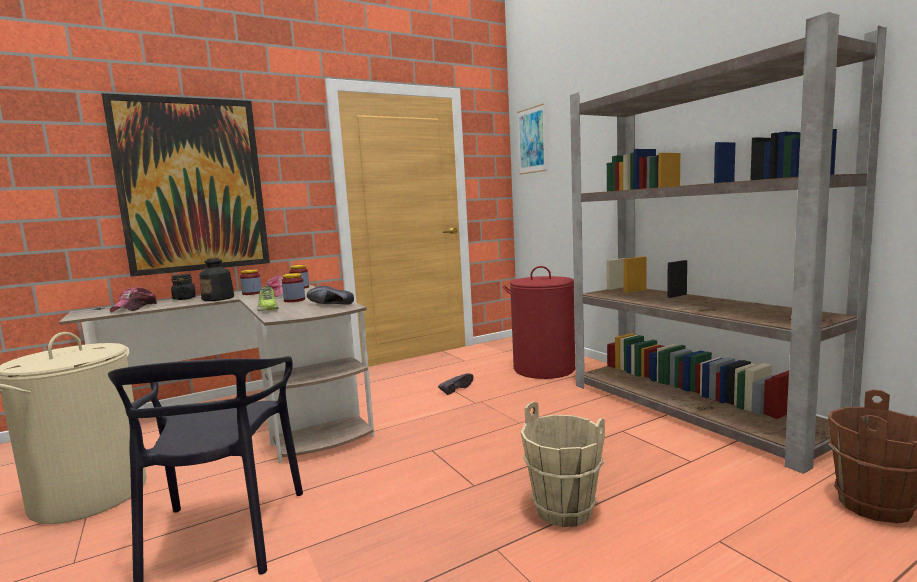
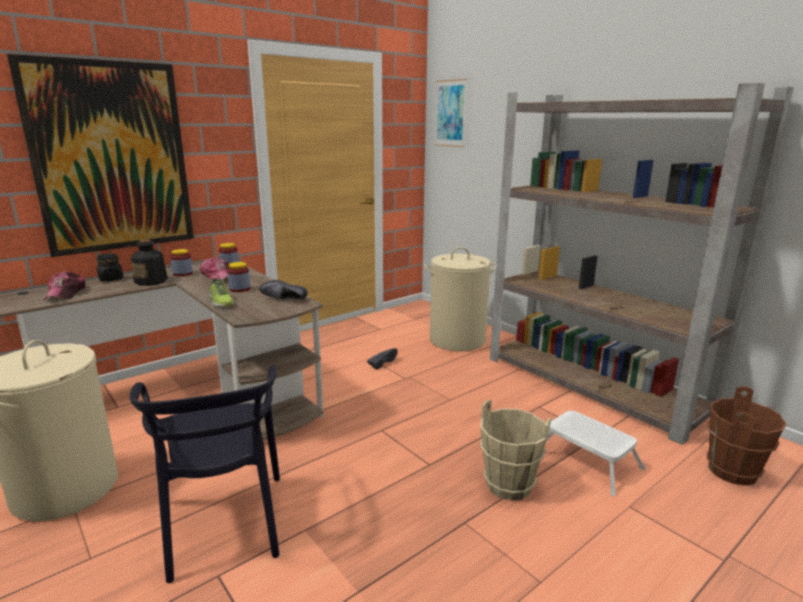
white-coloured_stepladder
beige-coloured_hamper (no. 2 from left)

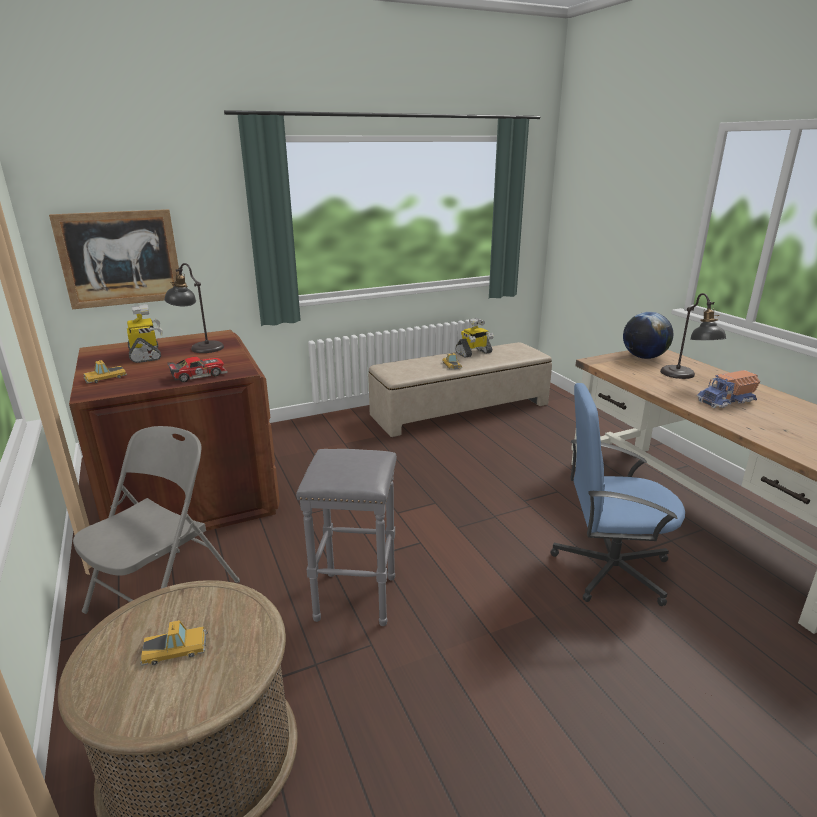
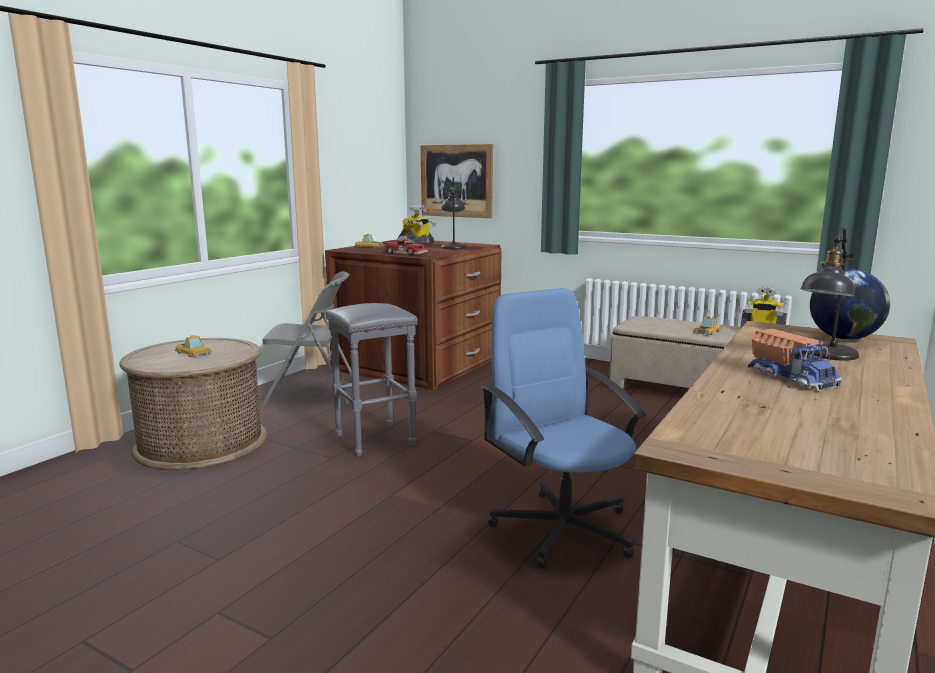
toy_truck

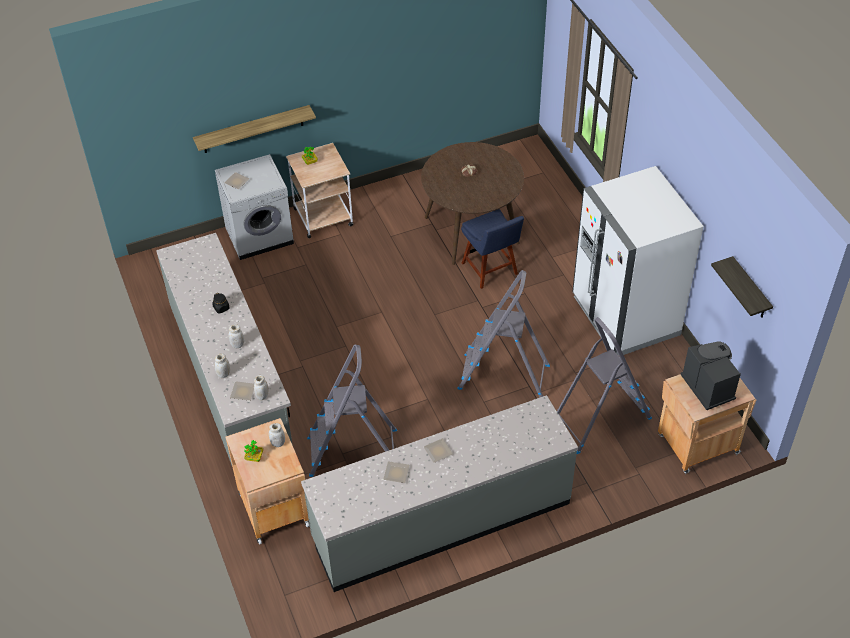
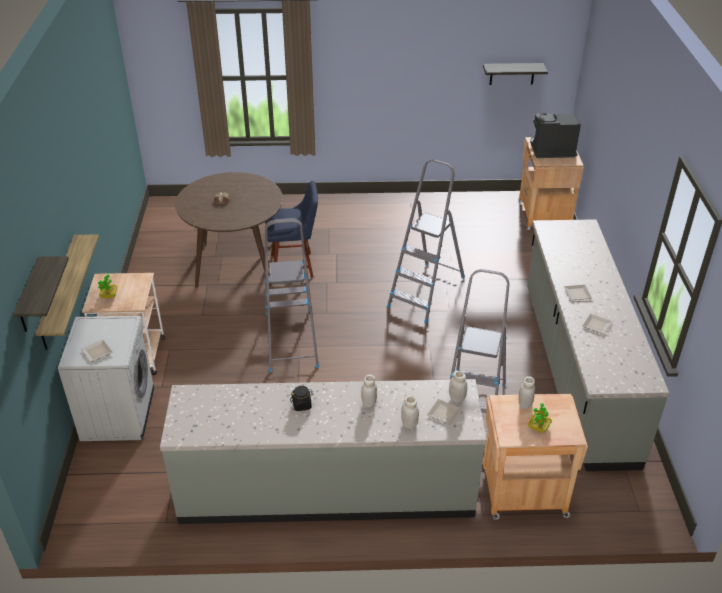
white-coloured_kitchen_fridge
bracket_shelf (no. 1 from left)
grey_stepladder (no. 1 from left)

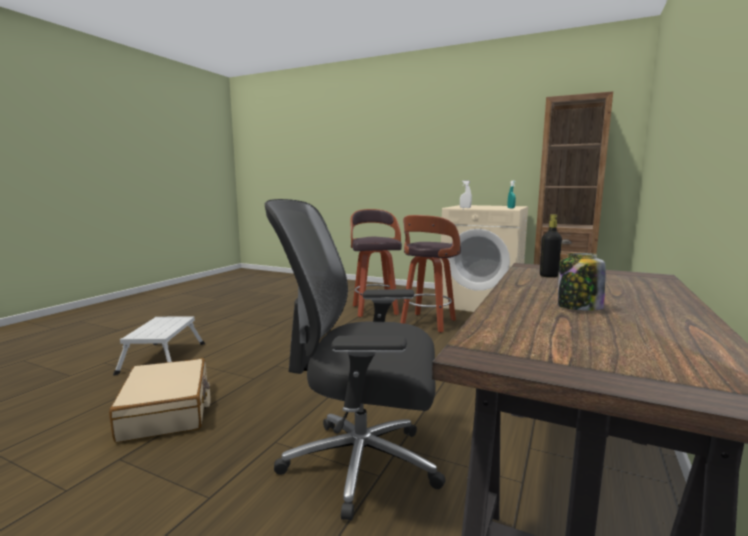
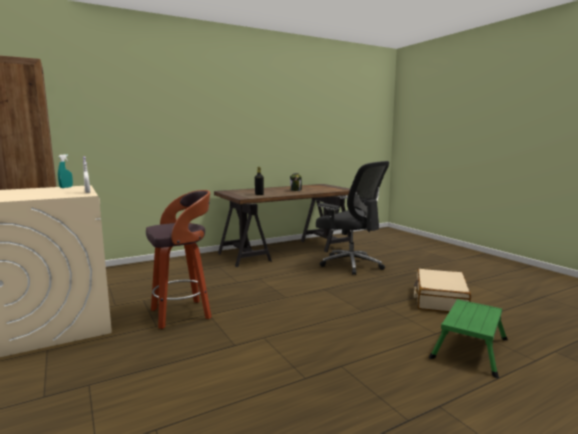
stool (no. 1 from left in the first image)
green_stepladder

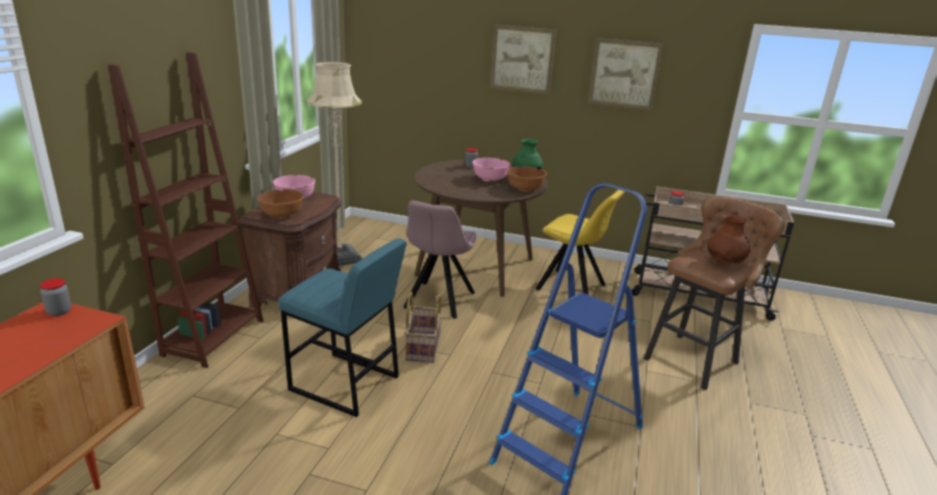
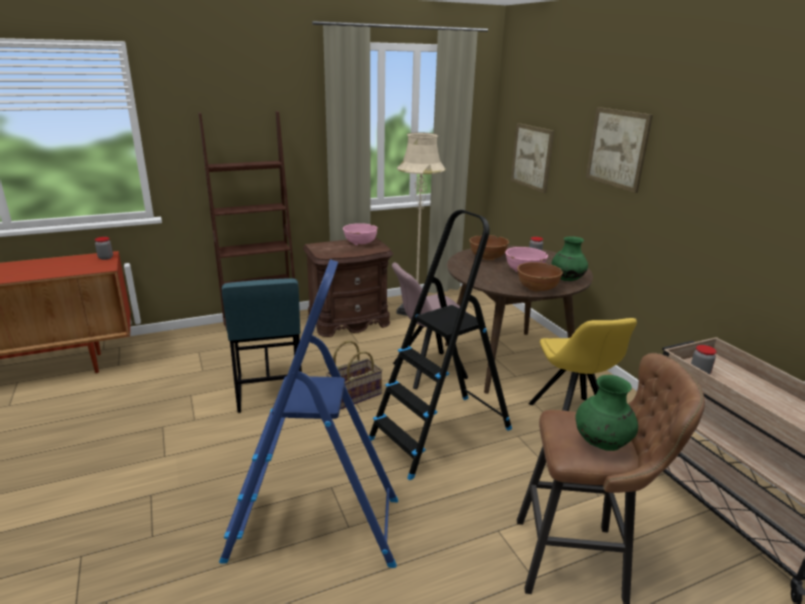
blackish_stepladder
brownish_bowl (no. 1 from left)
wall_picture (no. 1 from left)
green_decorative_vase (no. 2 from left)

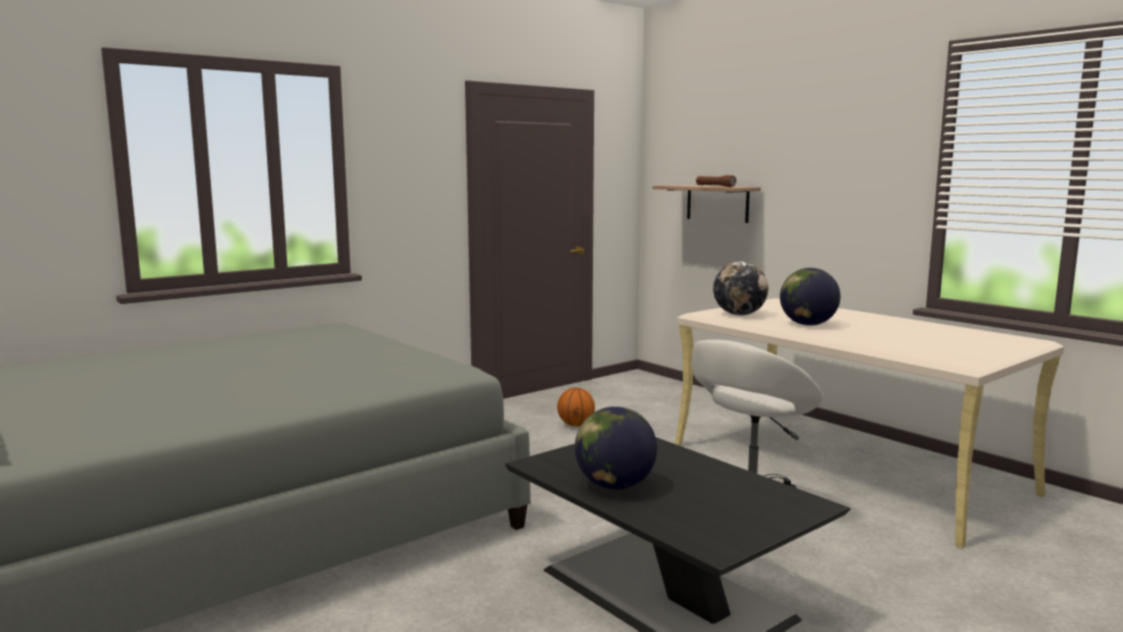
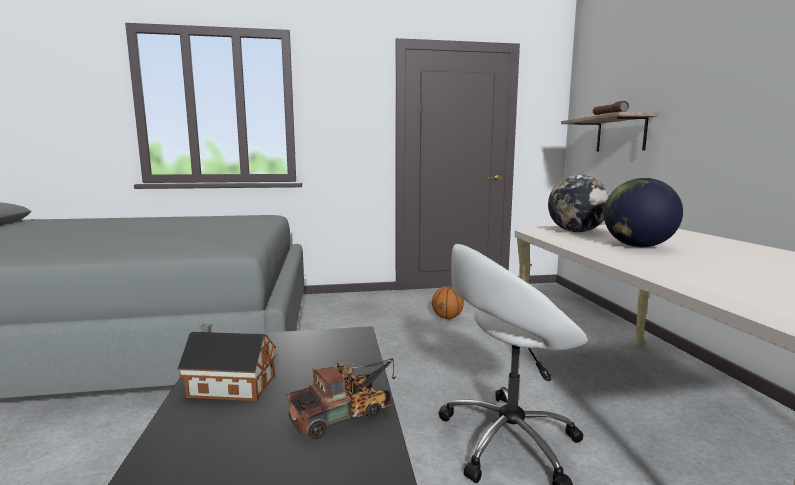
toy_truck
miniature_house

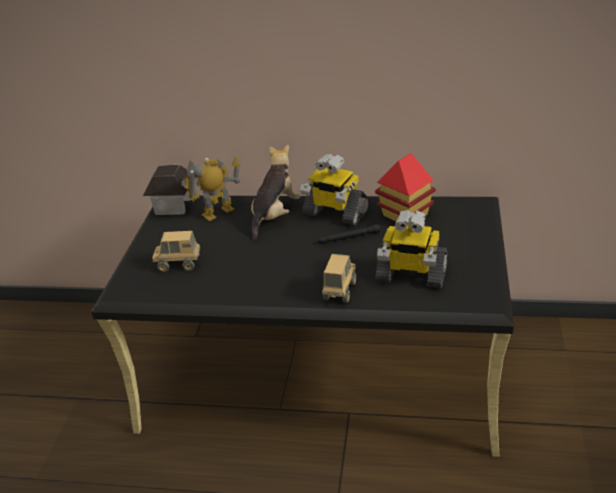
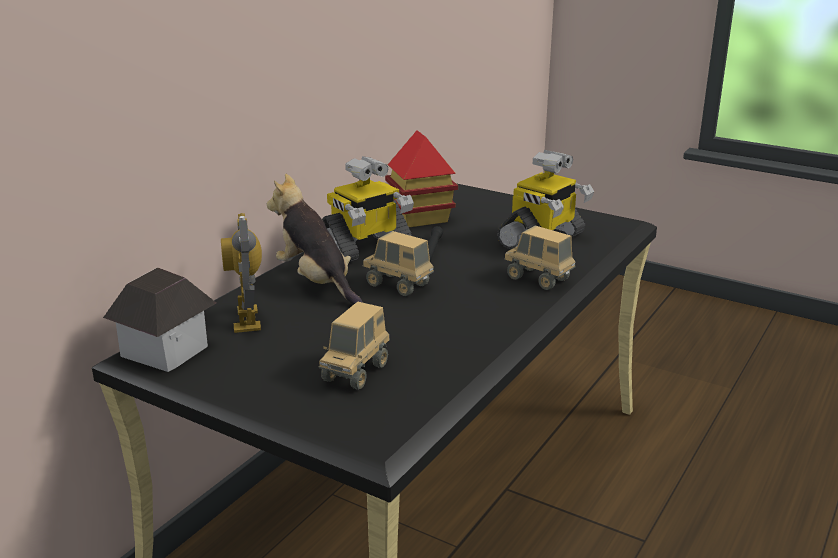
toy_truck (no. 2 from left)

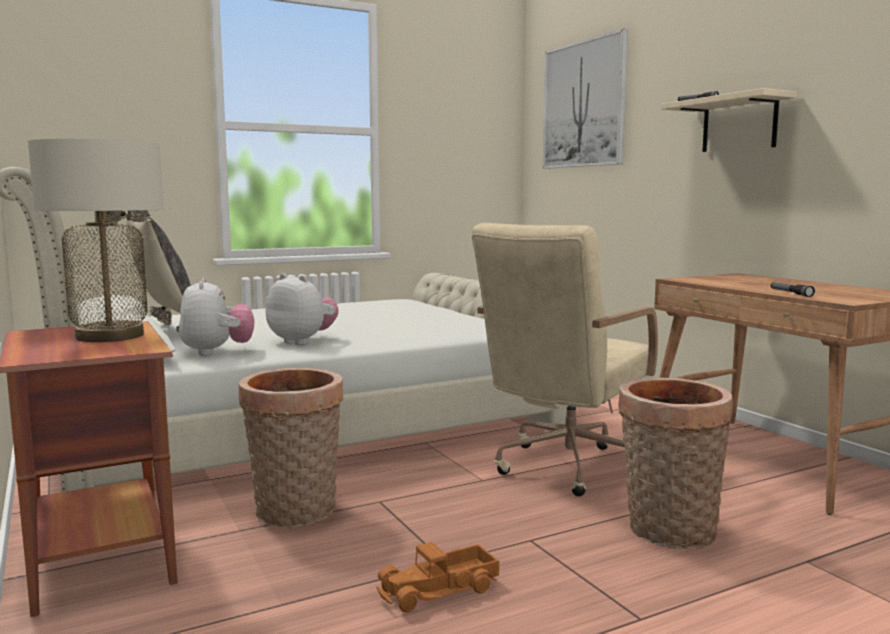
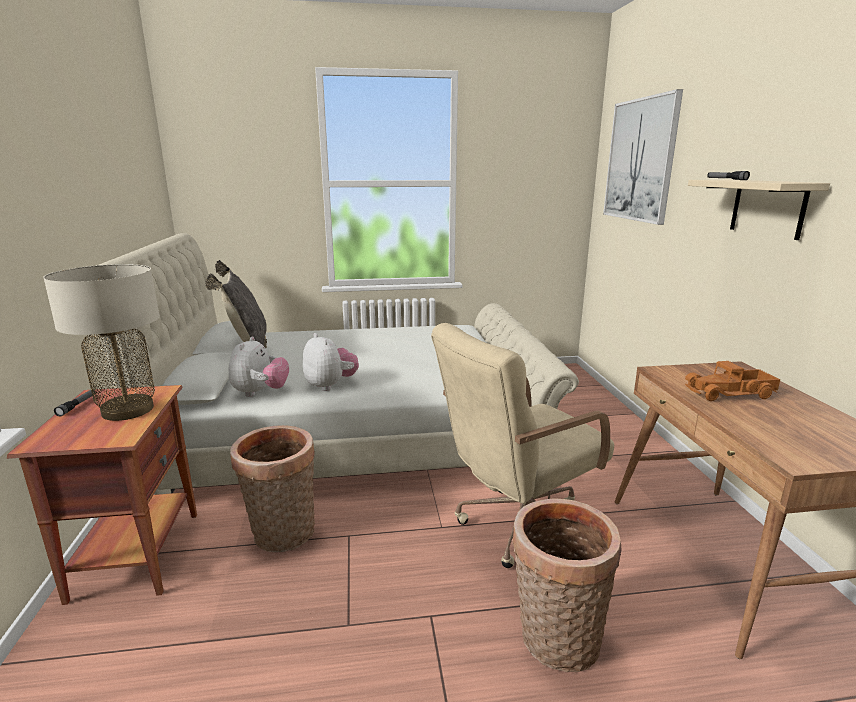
toy_truck
flashlight (no. 1 from left)

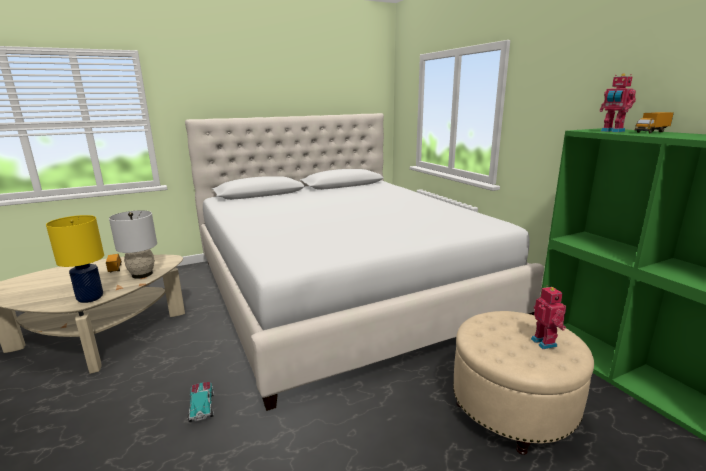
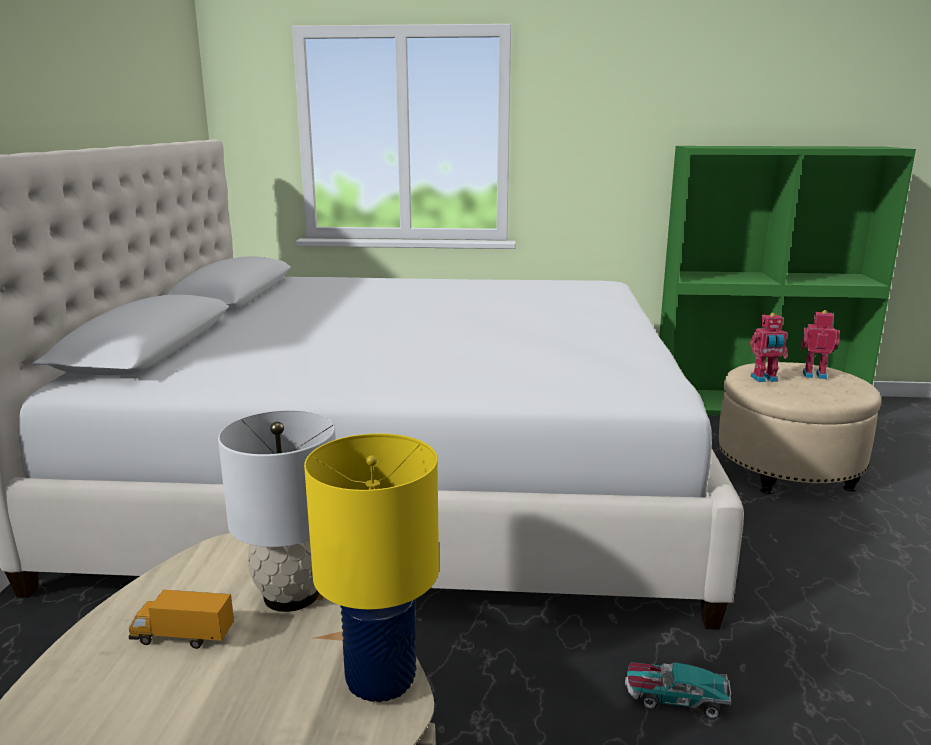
toy_truck (no. 2 from left in the first image)
toy_robot (no. 1 from left)

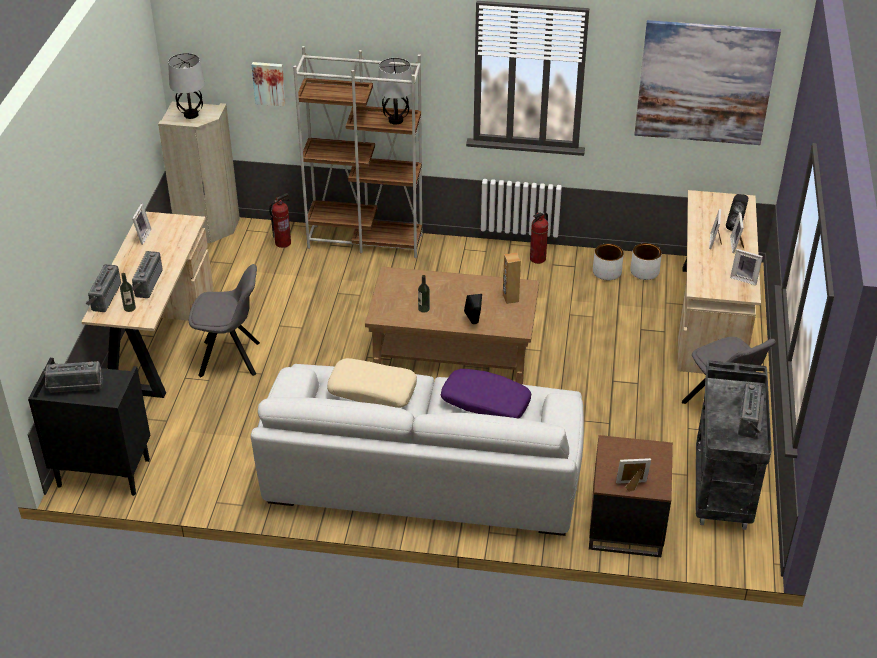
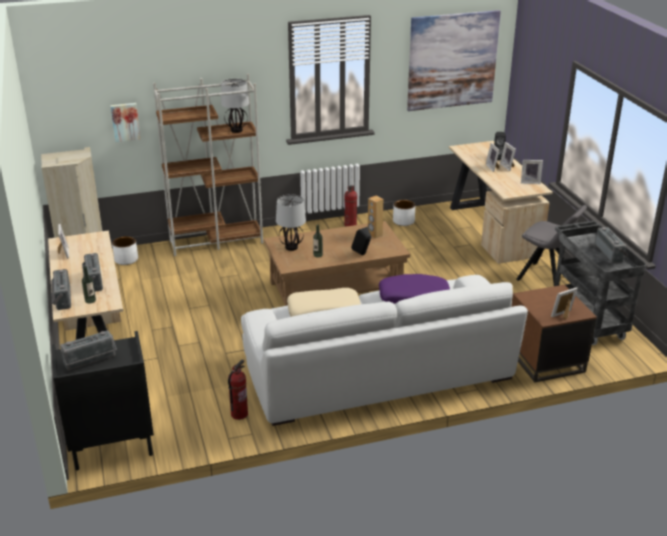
grey_plain_chair (no. 1 from left in the first image)
lamp_for_a_table (no. 2 from left)
fire-fighting_cylinder (no. 1 from left)
white-coloured_flower_pot (no. 1 from left)

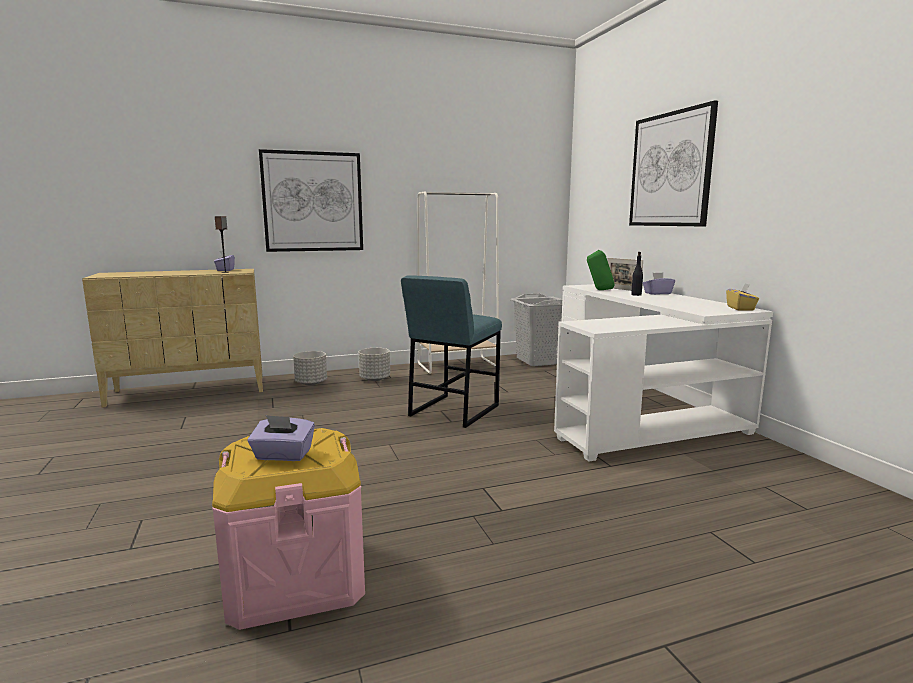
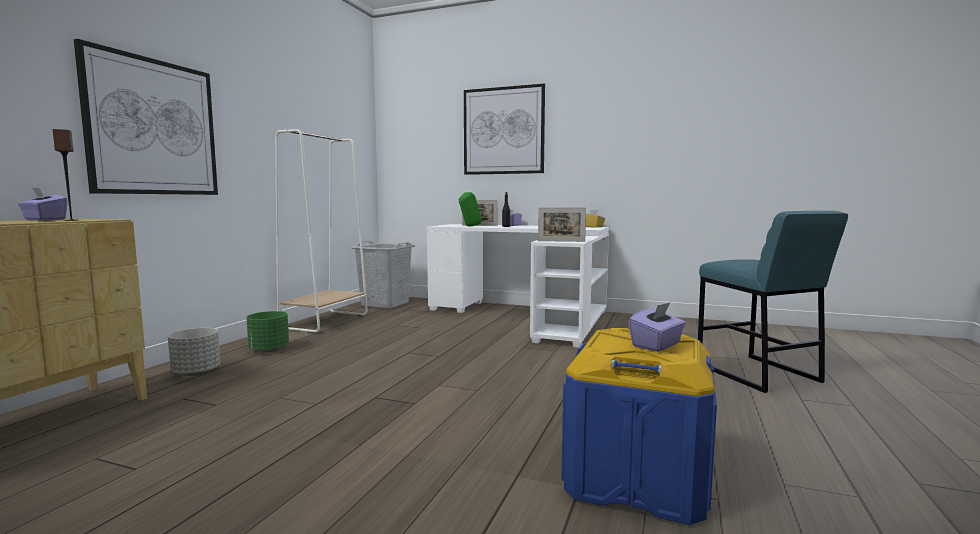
standing_frame (no. 2 from left)
blue_stool
blue_storage_box
green_flower_pot

